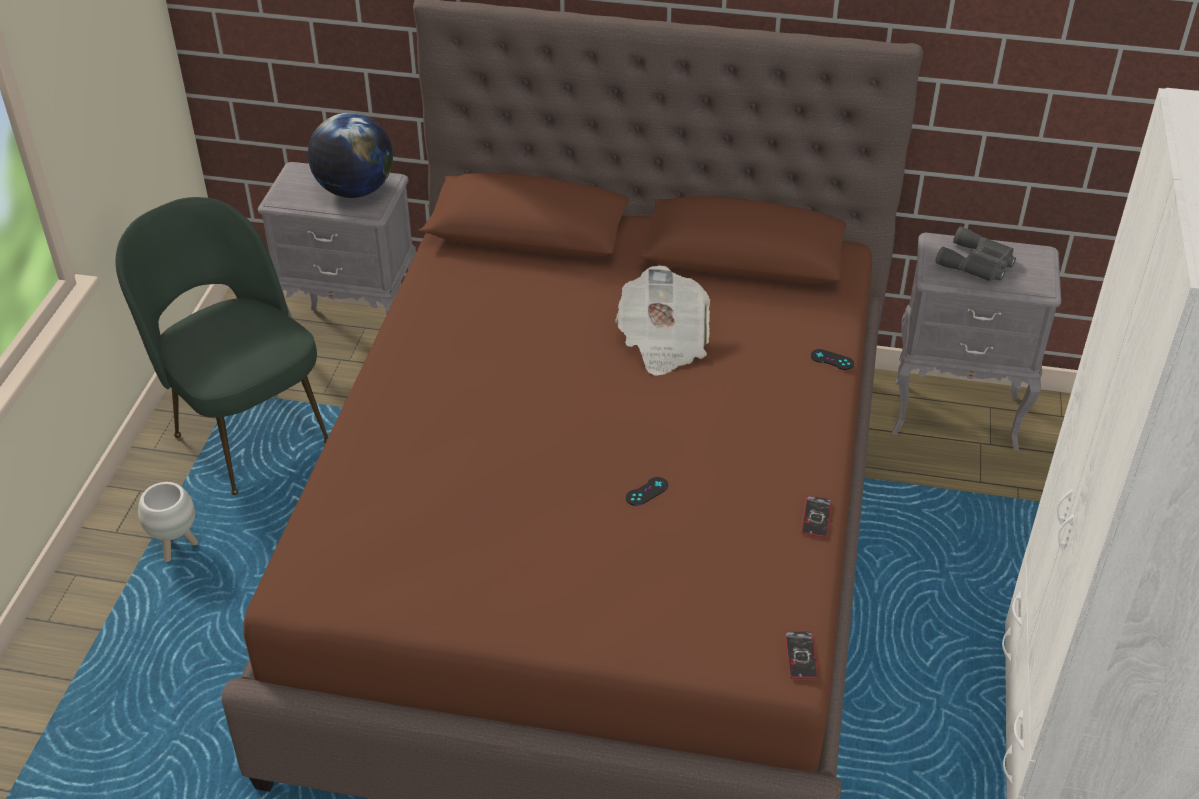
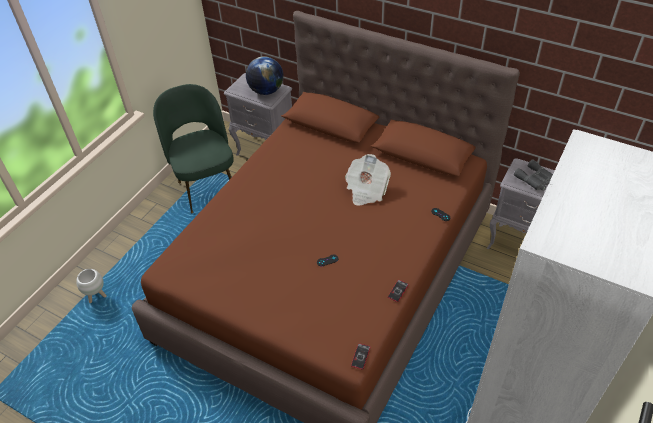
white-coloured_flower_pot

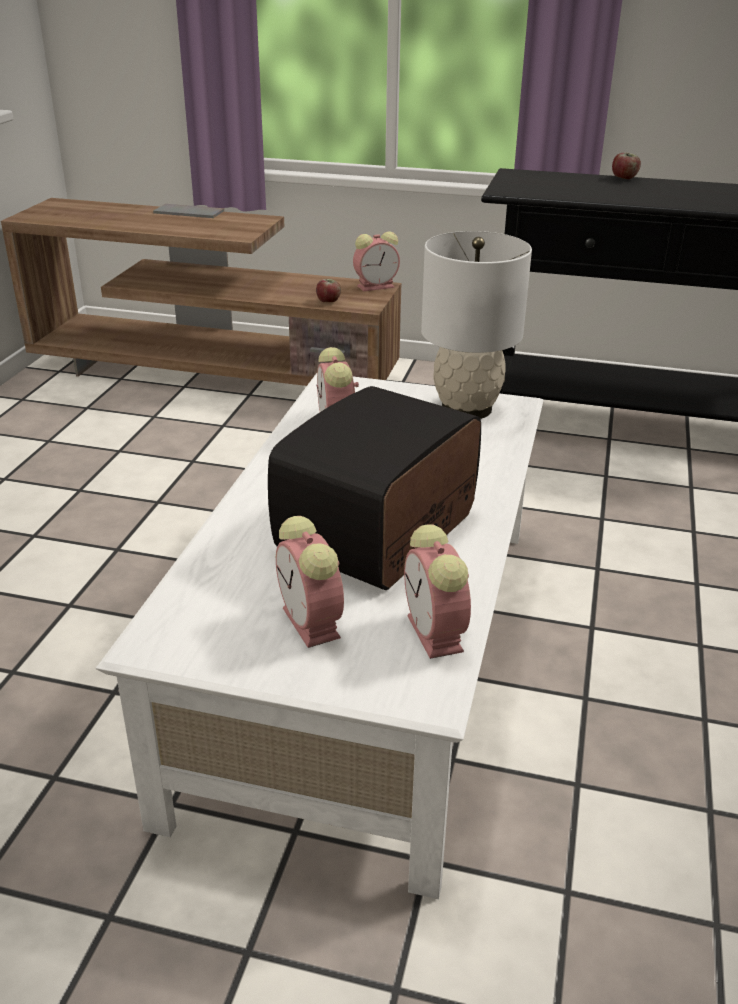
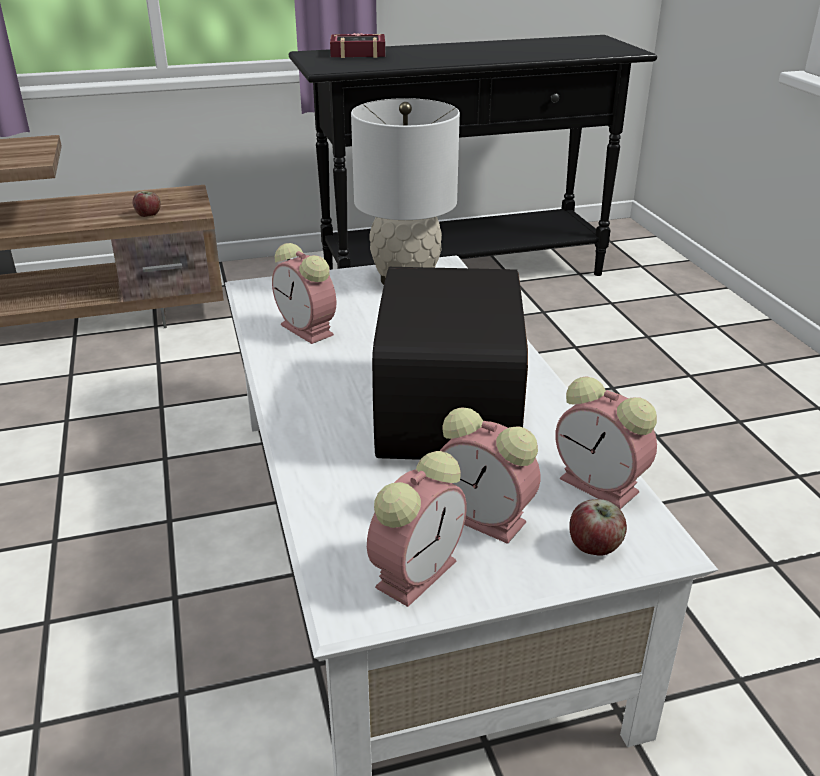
book
alarm_clock (no. 2 from left)
whole_apple (no. 2 from left)

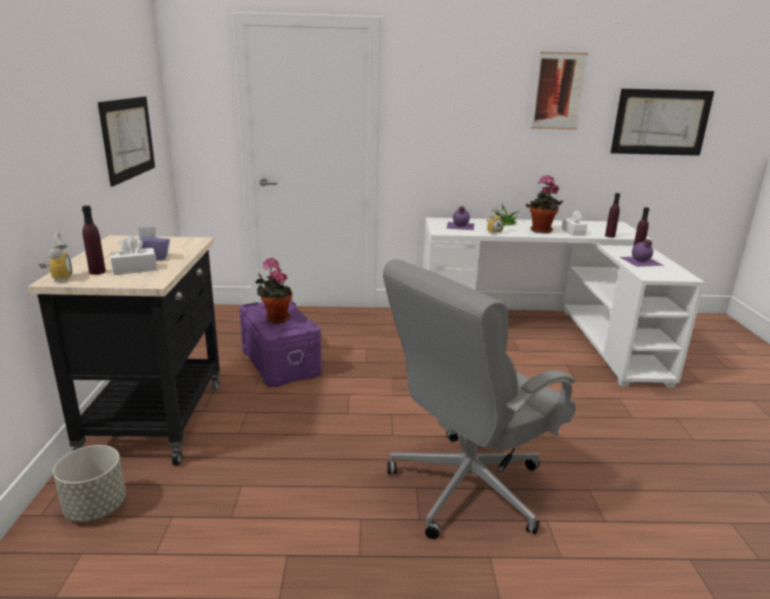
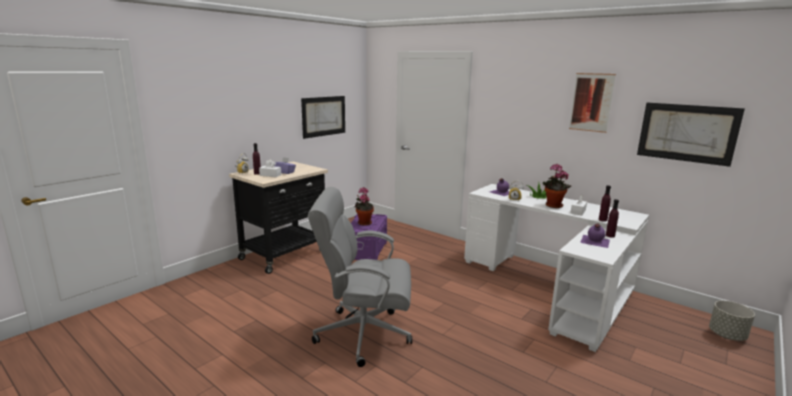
grey_flower_pot

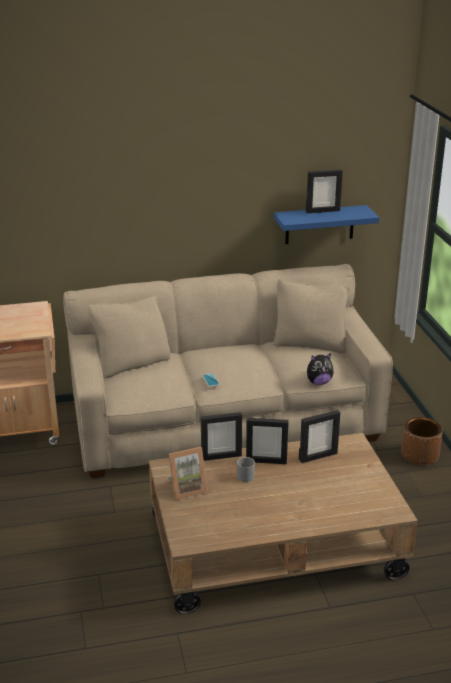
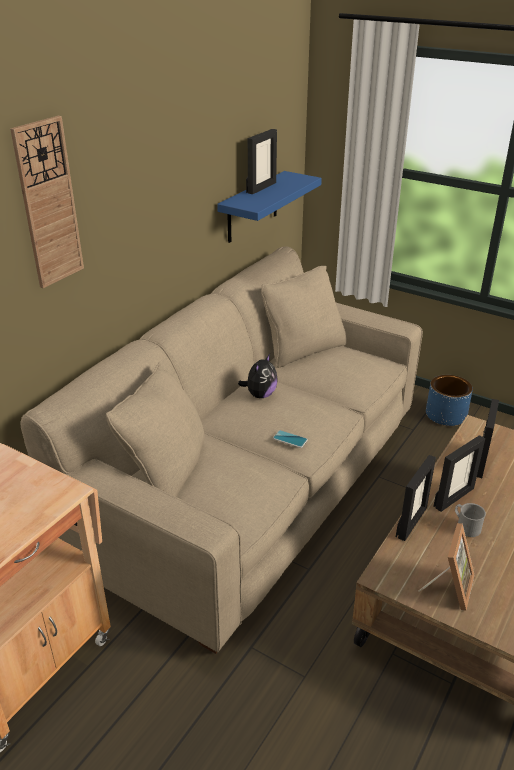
hanging_clock
cuddly_toy
blue_flower_pot

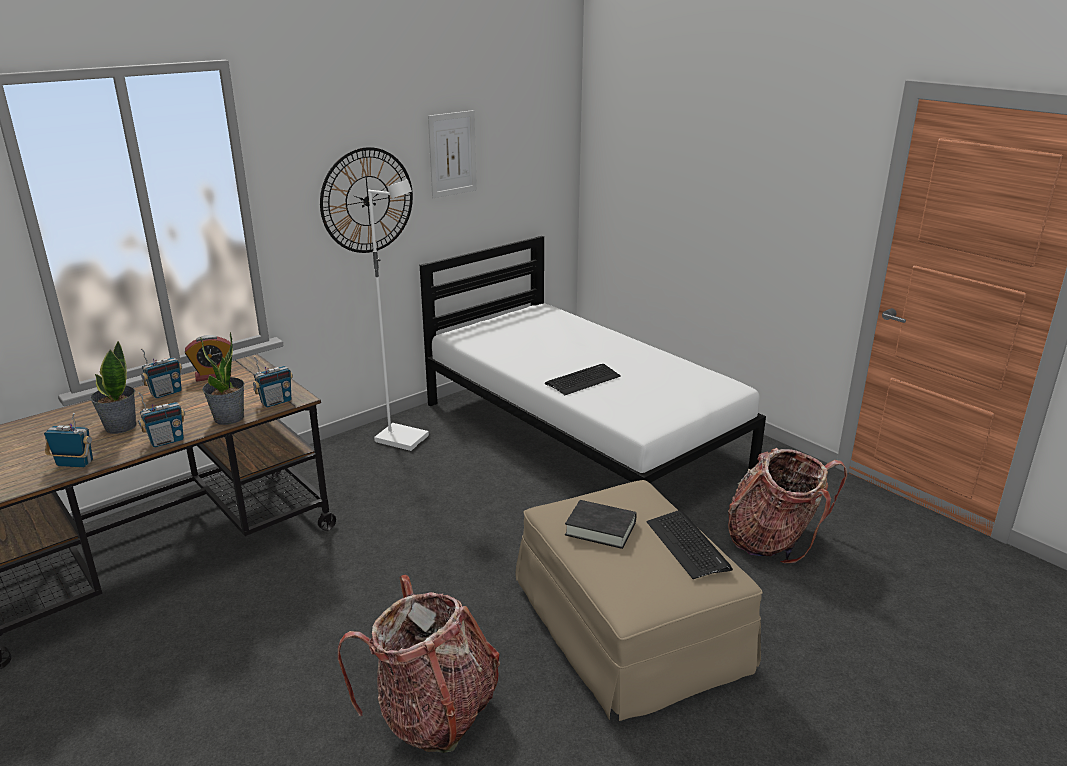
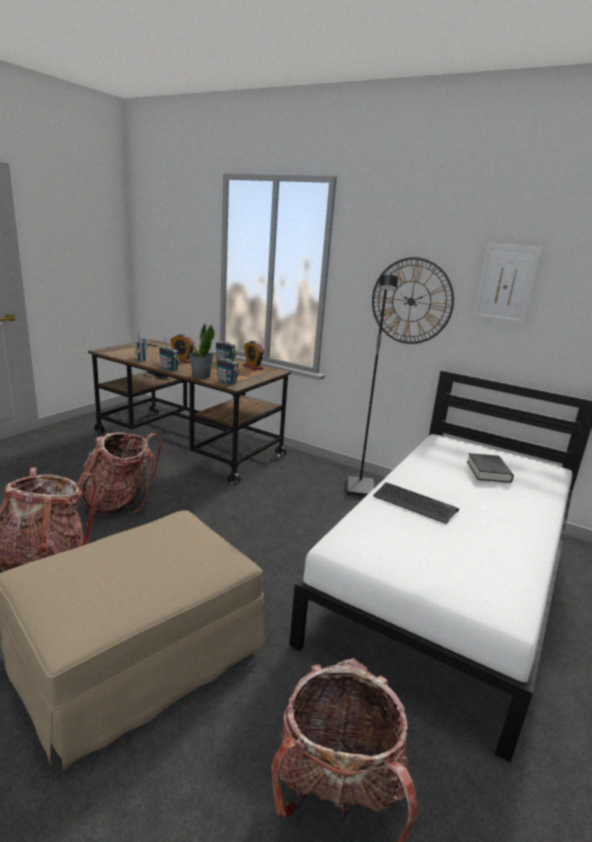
computer_keyboard (no. 2 from left in the first image)
backpack (no. 2 from left)
blackish_book
alarm_clock (no. 1 from left)
blackish_standing_lamp

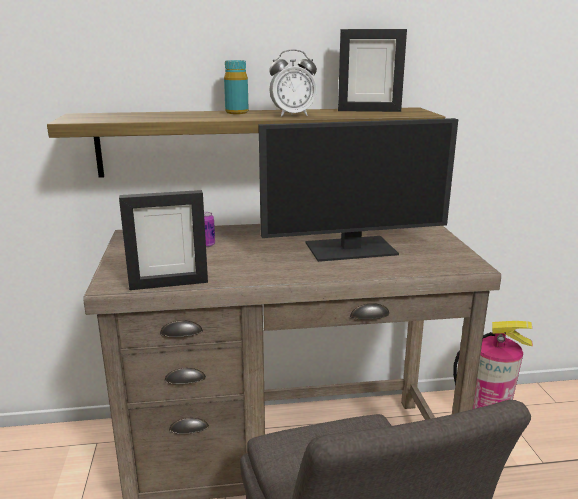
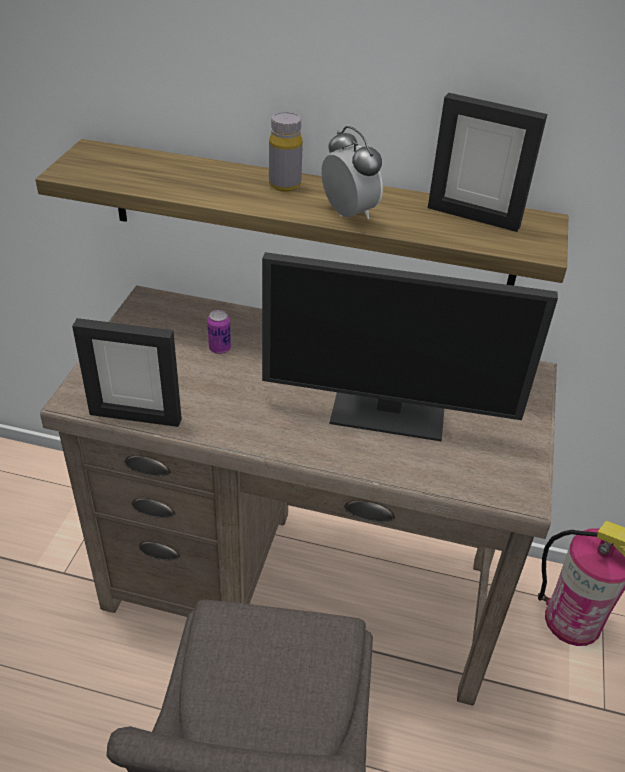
grey_beverage_bottle
alarm_clock

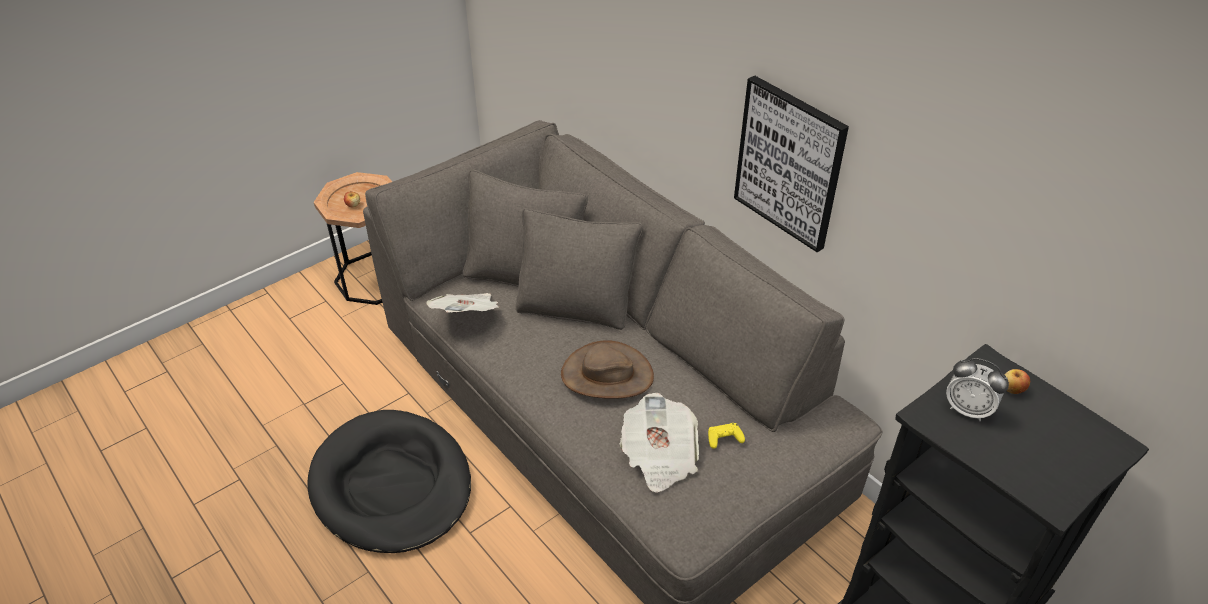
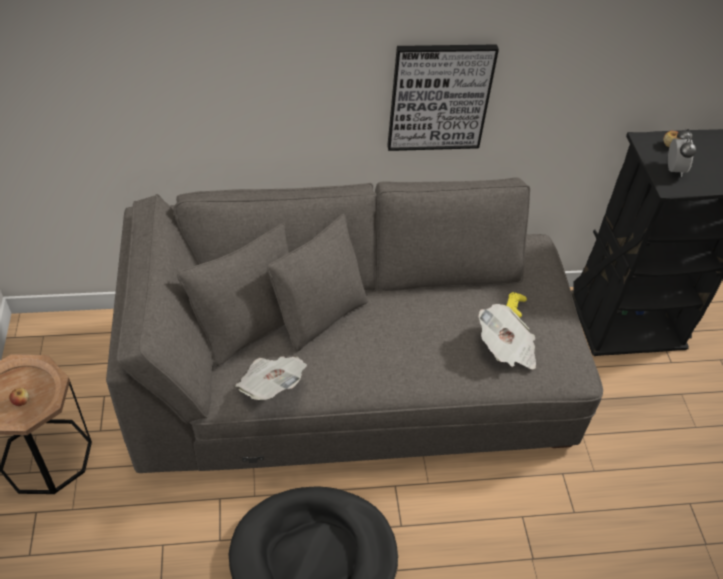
brownish_wearable_hat
alarm_clock

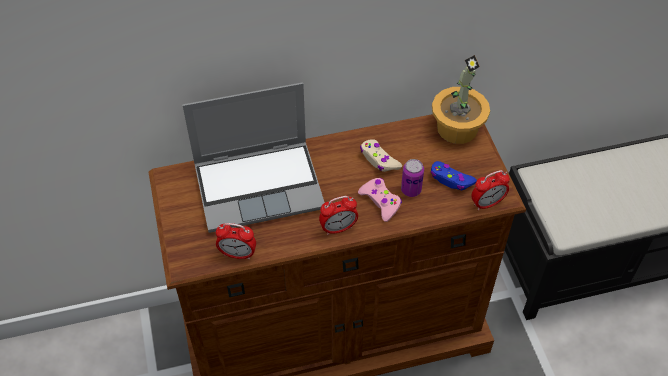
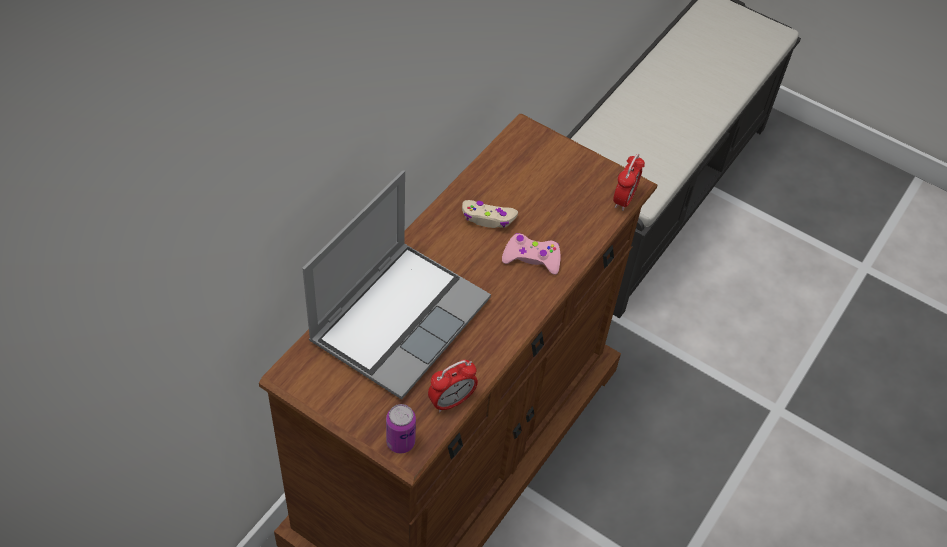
alarm_clock (no. 2 from left in the first image)
blue_gamepad
houseplant
can

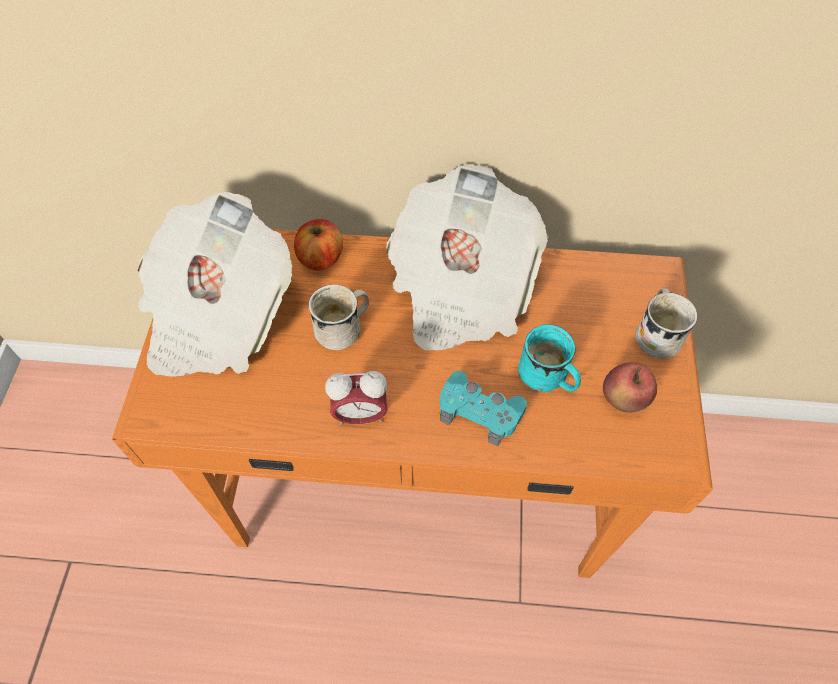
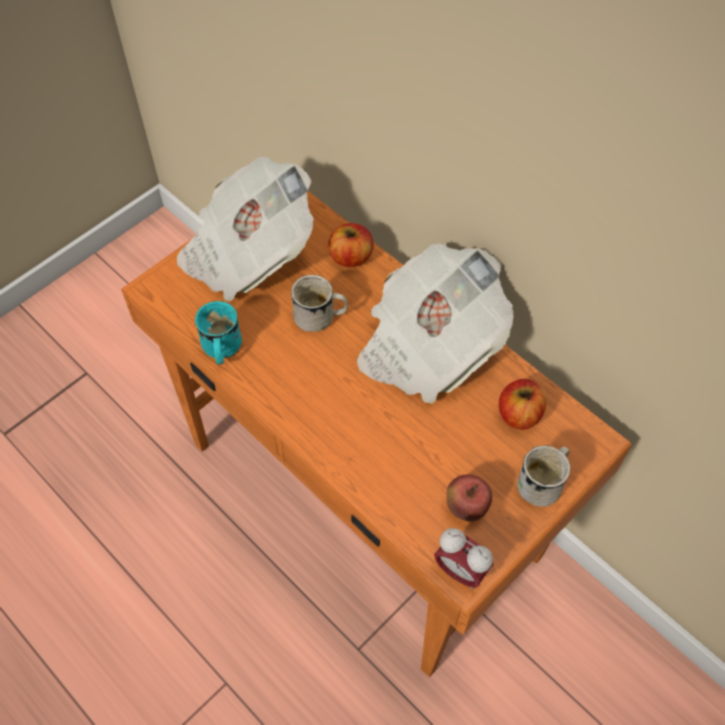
turquoise-coloured_gamepad
whole_apple (no. 3 from left)
alarm_clock
turquoise-coloured_coffee_mug

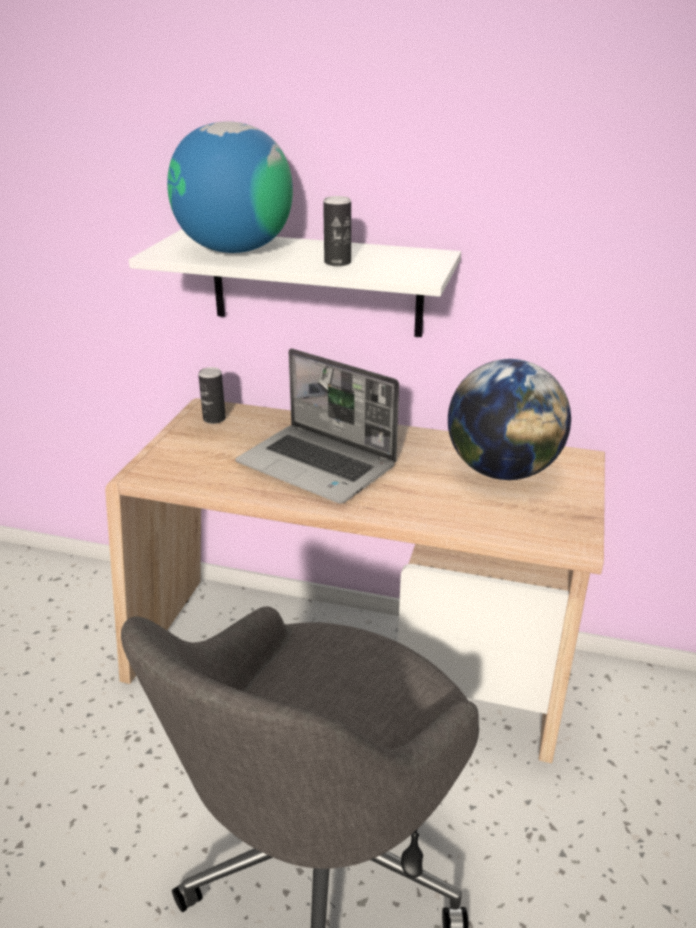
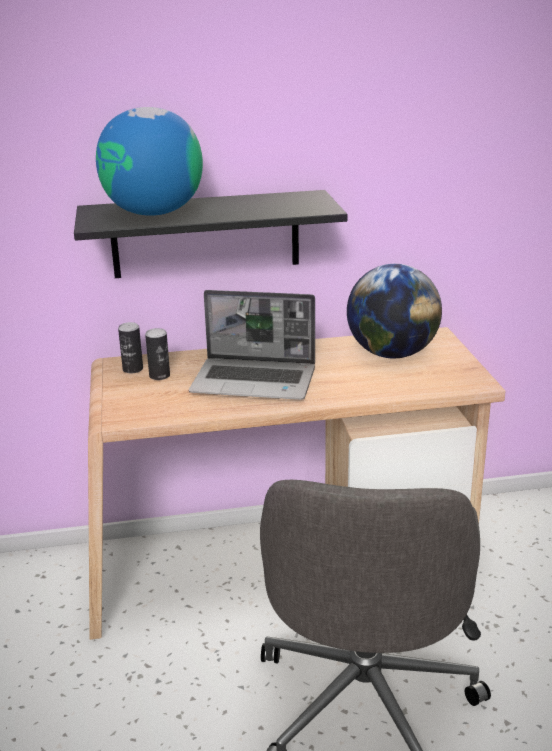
can (no. 2 from left)
blackish_bracket_shelf

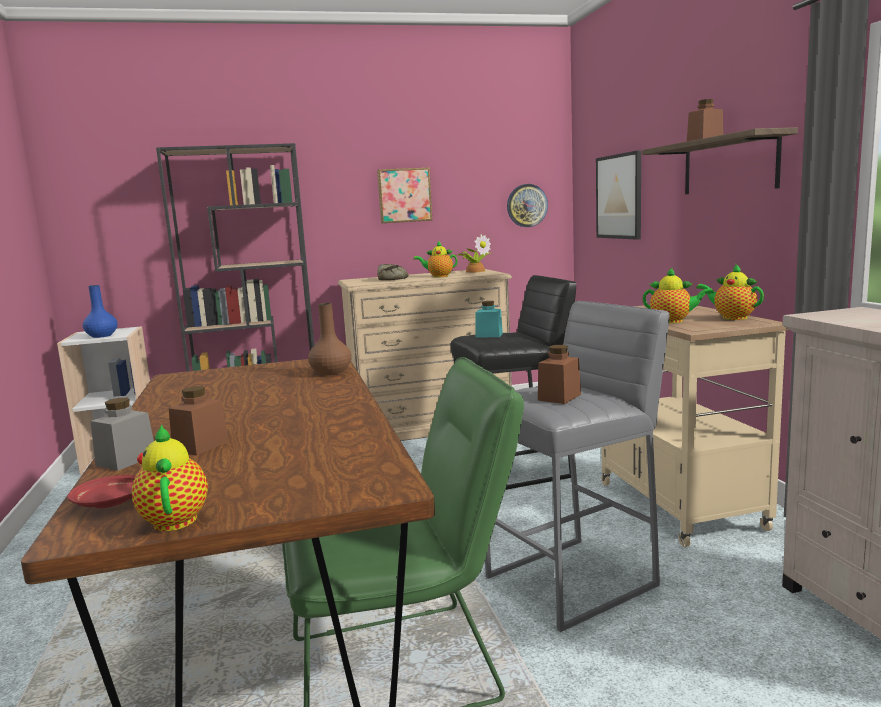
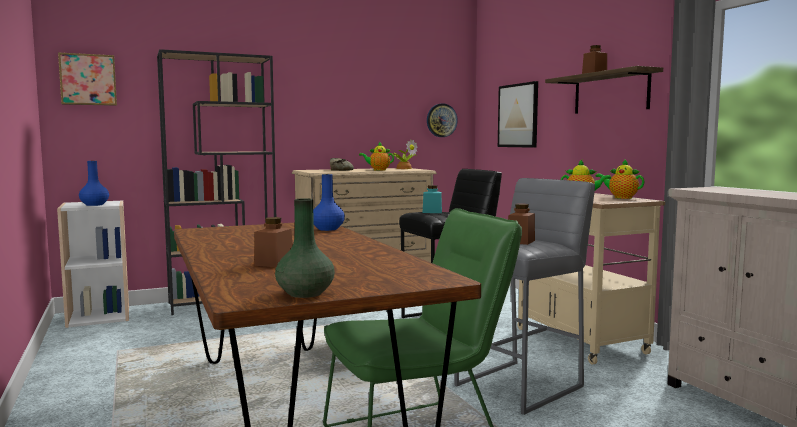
red_dinner_plate
grey_storage_jar
wall_picture (no. 1 from left)
green_decorative_vase
blue_decorative_vase (no. 2 from left)

